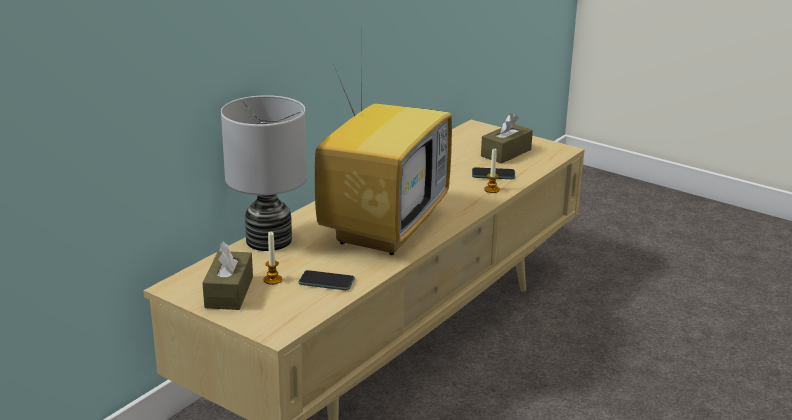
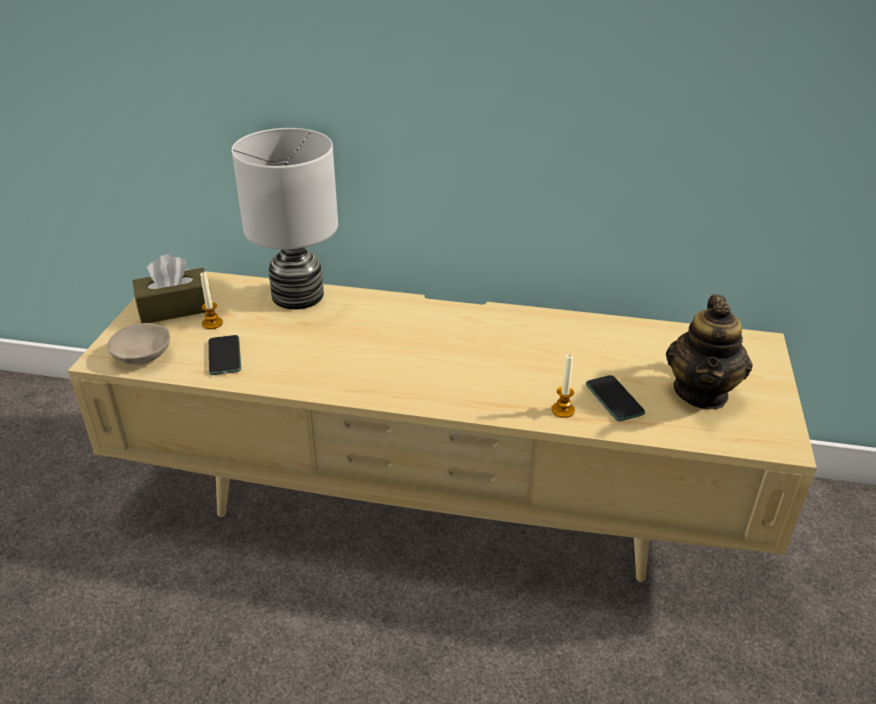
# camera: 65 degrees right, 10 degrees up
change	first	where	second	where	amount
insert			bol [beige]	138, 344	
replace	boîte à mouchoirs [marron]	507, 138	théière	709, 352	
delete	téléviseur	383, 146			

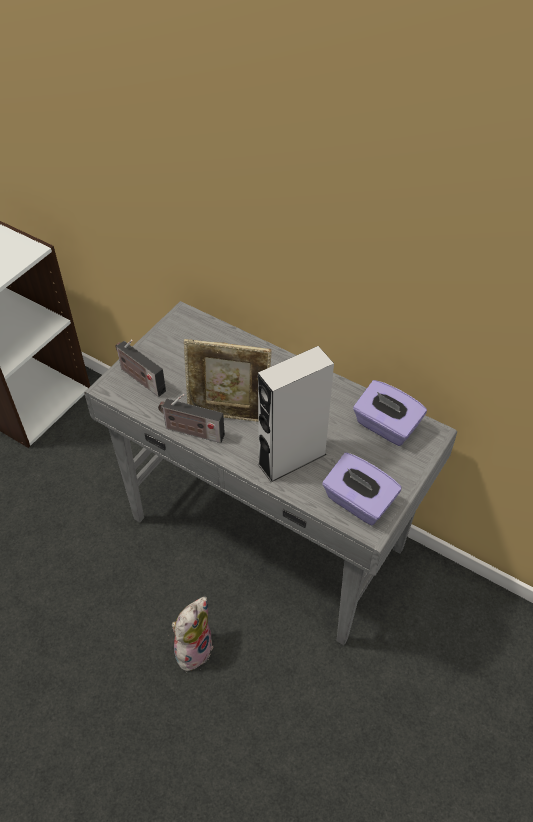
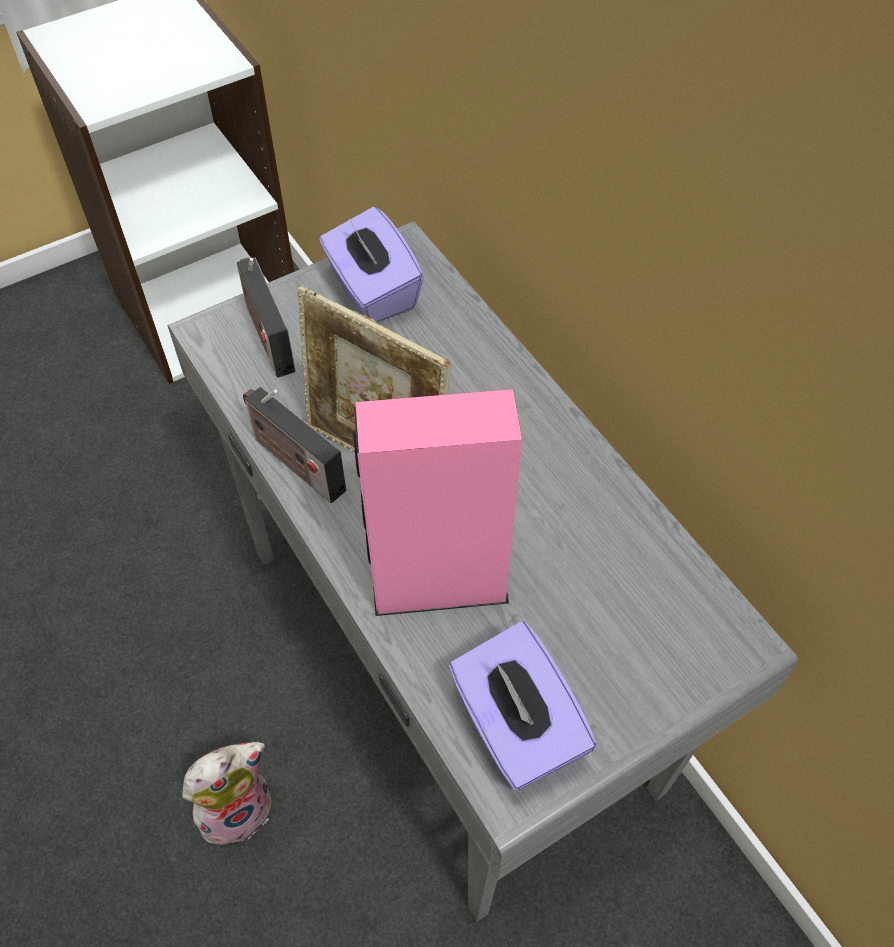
# camera: 25 degrees right, 5 degrees up
change	first	where	second	where	amount
move	boîte à mouchoirs [violet]	390, 413		371, 264	
recolor	enceinte [gris]	296, 414	enceinte [rose]	438, 502	

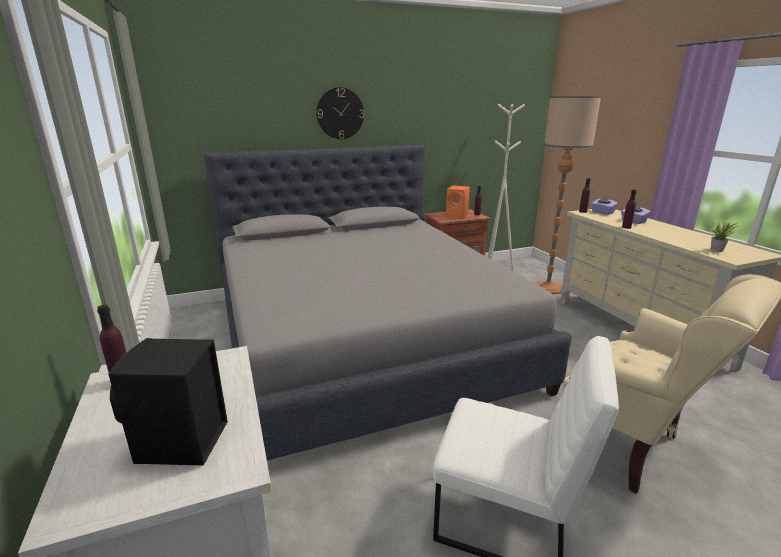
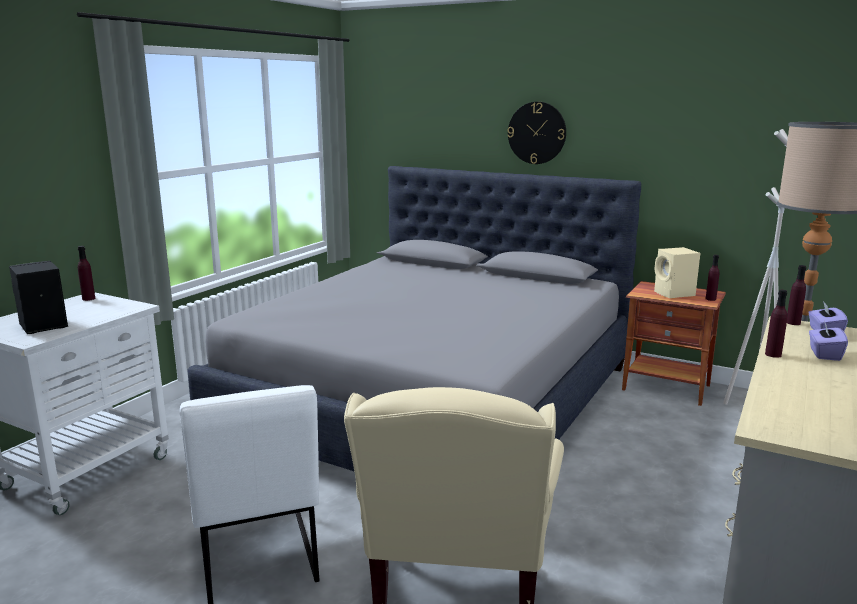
# camera: 50 degrees right, 5 degrees down
change	first	where	second	where	amount
recolor	enceinte [orange]	458, 202	enceinte [beige]	677, 272	
delete	plante en pot	723, 235			

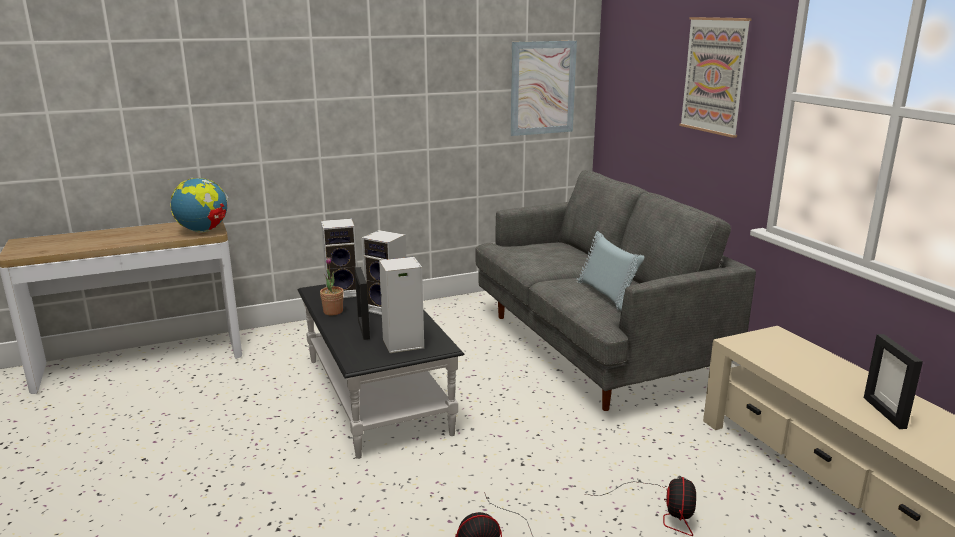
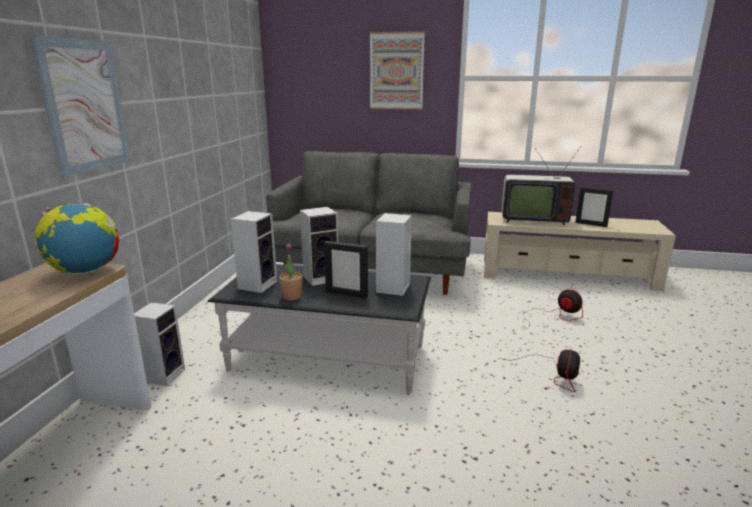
# camera: 55 degrees left, 0 degrees up
change	first	where	second	where	amount
move	tableau	543, 88		80, 106	
insert			enceinte	159, 344	
insert			téléviseur	541, 185	
delete	coussin [bleu]	610, 271			

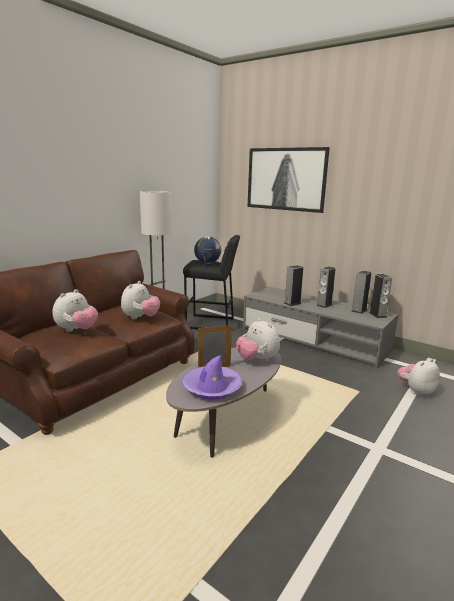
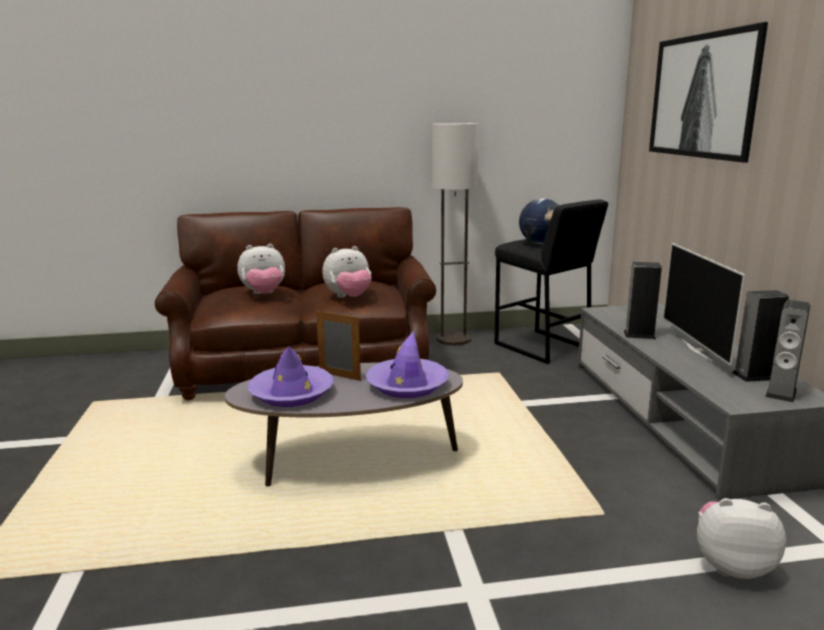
# camera: 45 degrees right, 0 degrees up
change	first	where	second	where	amount
replace	peluche	258, 340	chapeau [violet]	407, 364	
replace	enceinte	325, 287	téléviseur	704, 304	

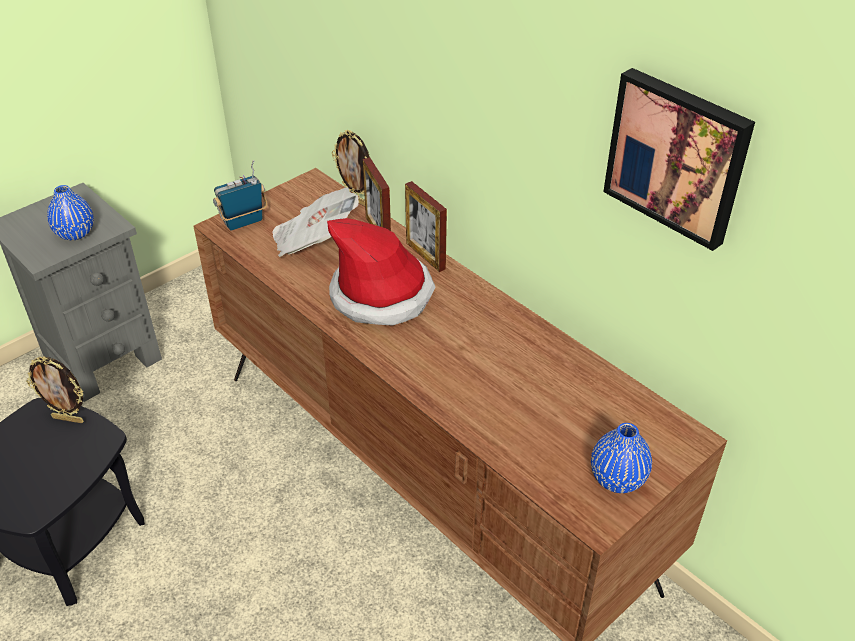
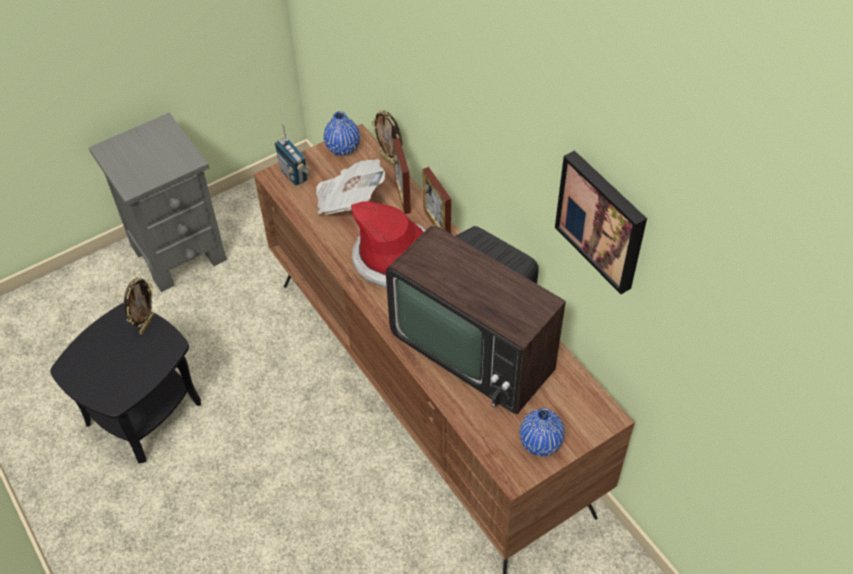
# camera: 10 degrees right, 10 degrees up
change	first	where	second	where	amount
rotate	cadre photo	55, 390		139, 306	90 degrees counterclockwise
rotate	radio	240, 195		293, 155	105 degrees counterclockwise
move	vase [bleu]	70, 212		342, 133	
insert			téléviseur	476, 319	

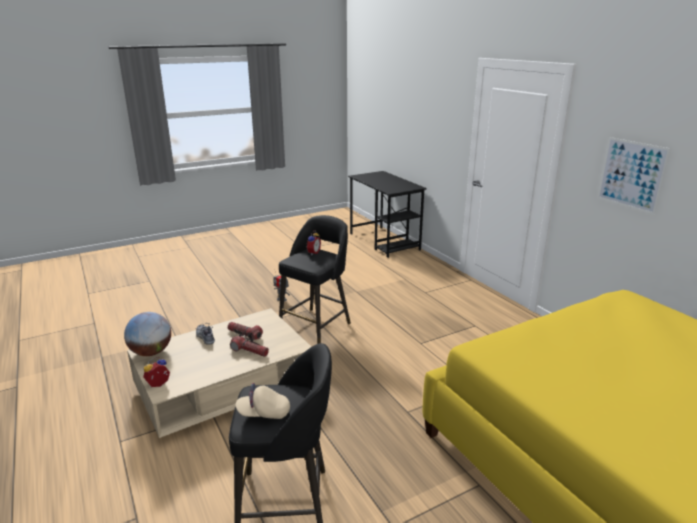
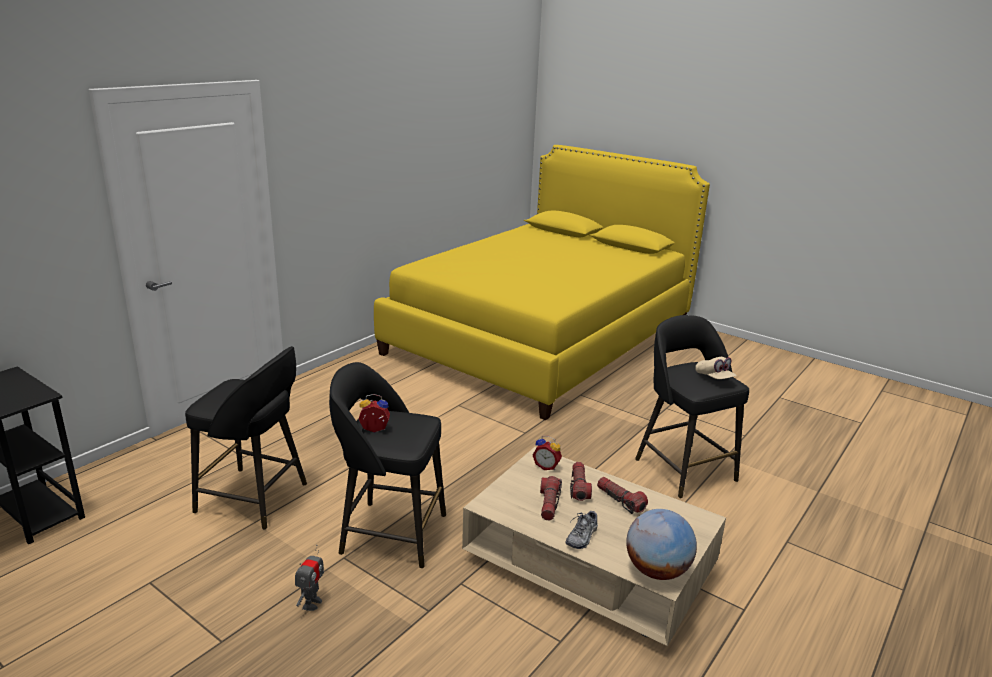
# camera: 115 degrees left, 0 degrees up
change	first	where	second	where	amount
insert			tabouret [noir]	246, 437	
move	réveil	156, 372		547, 453	
insert			lampe de poche	622, 495	
delete	tableau	634, 176			

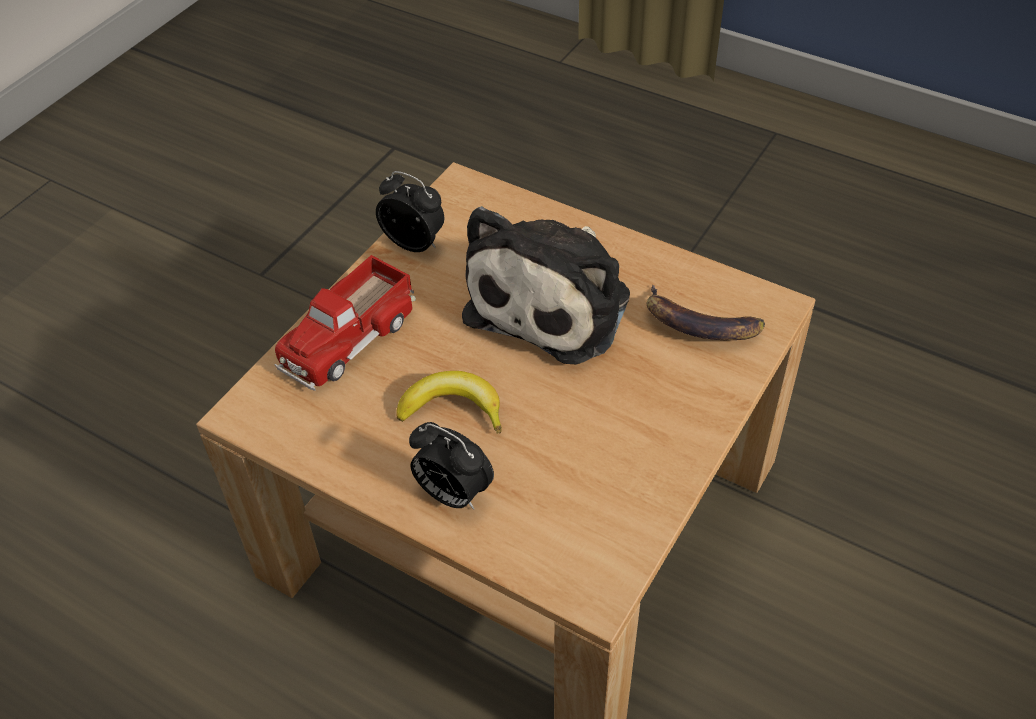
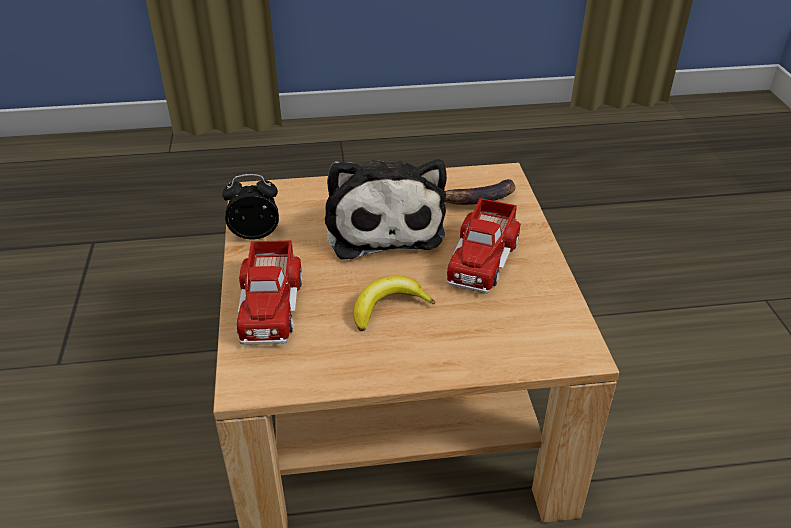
# camera: 40 degrees left, 10 degrees down
change	first	where	second	where	amount
insert			camion jouet	484, 245	
delete	réveil	451, 465			

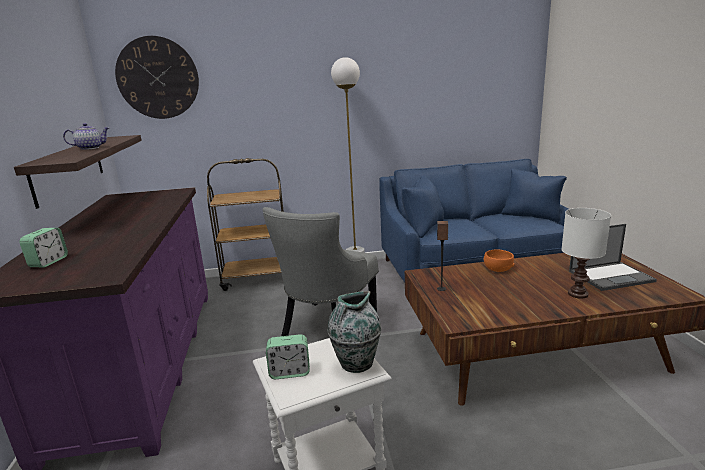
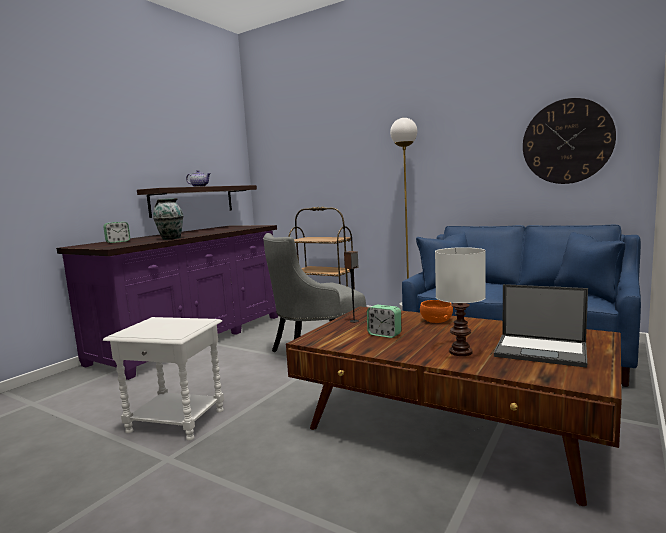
# camera: 40 degrees right, 10 degrees down
change	first	where	second	where	amount
move	vase	354, 332		168, 219	
move	réveil	288, 356		384, 321	
move	horloge murale	157, 77		569, 141	

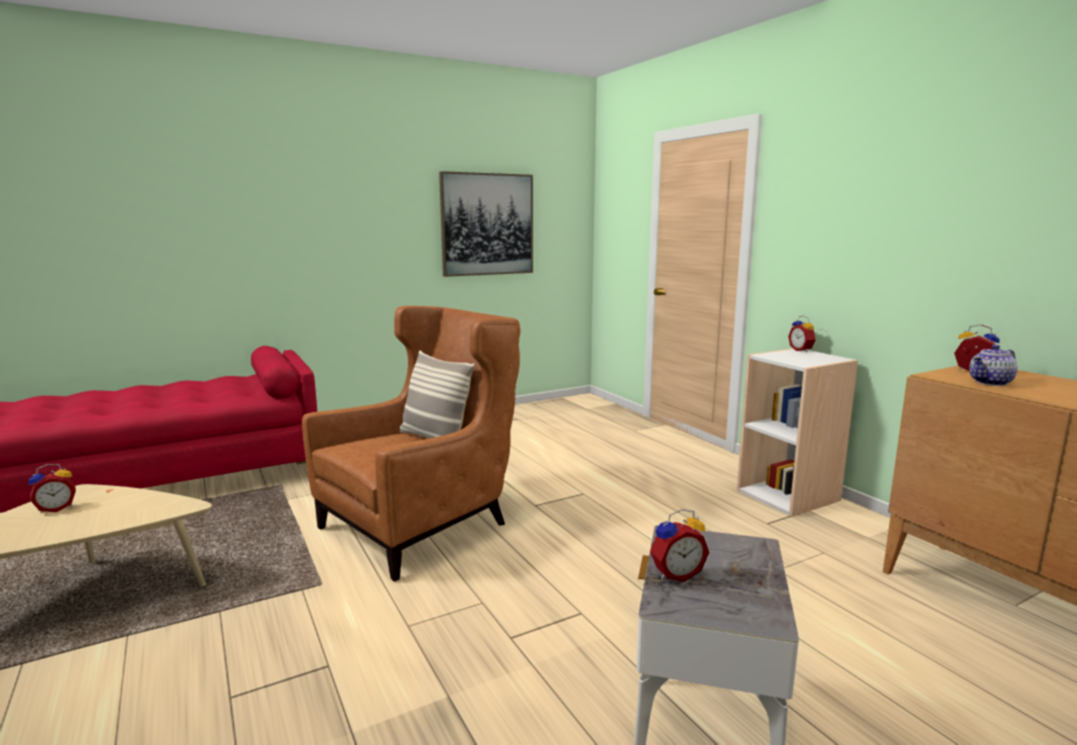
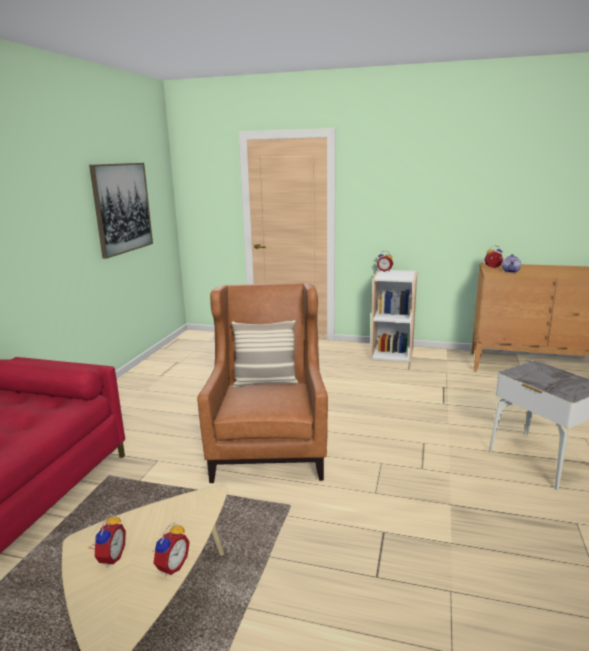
# camera: 45 degrees left, 5 degrees up
change	first	where	second	where	amount
move	réveil	679, 545		171, 549	

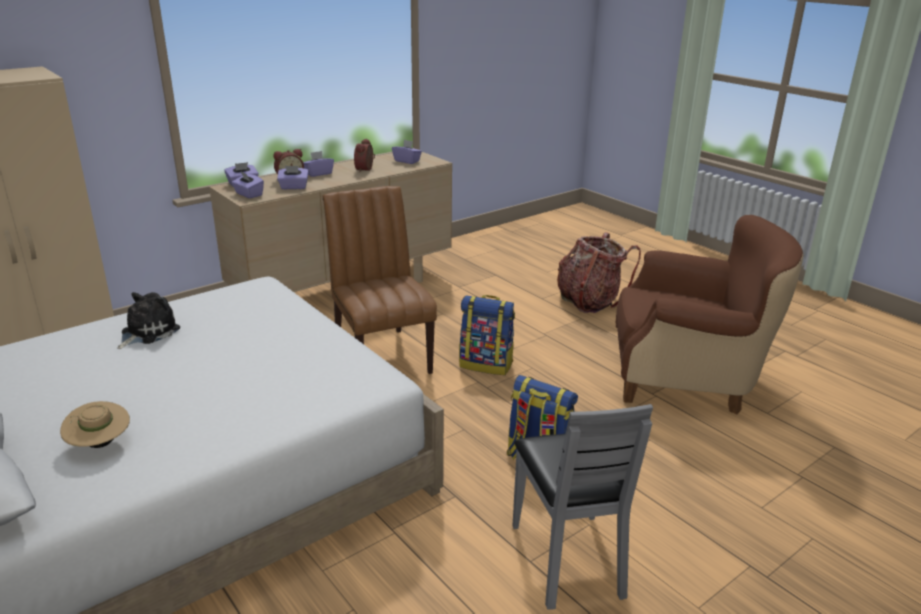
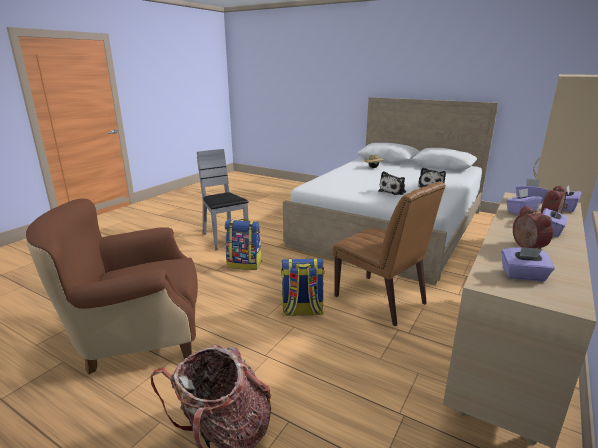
# camera: 160 degrees right, 5 degrees down
change	first	where	second	where	amount
insert			peluche	392, 183	

